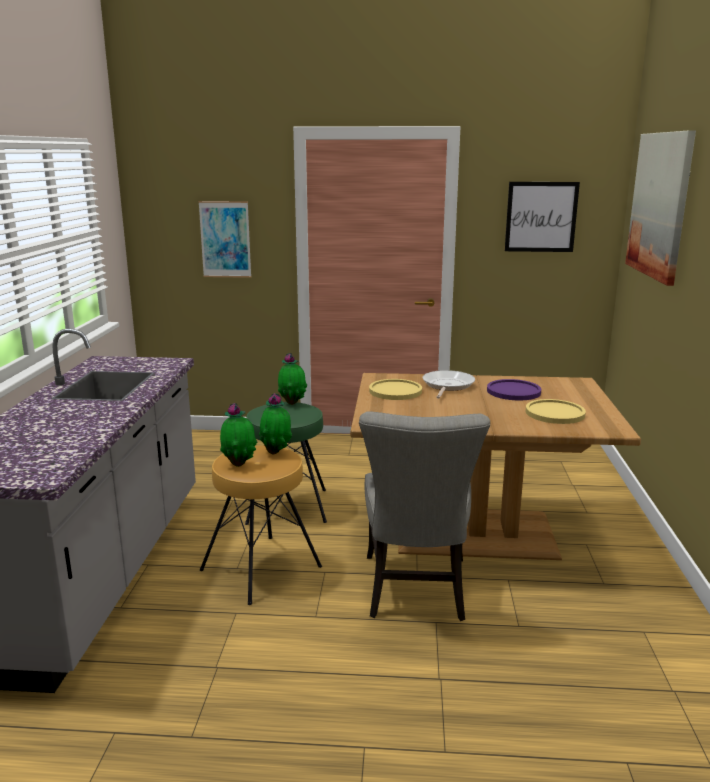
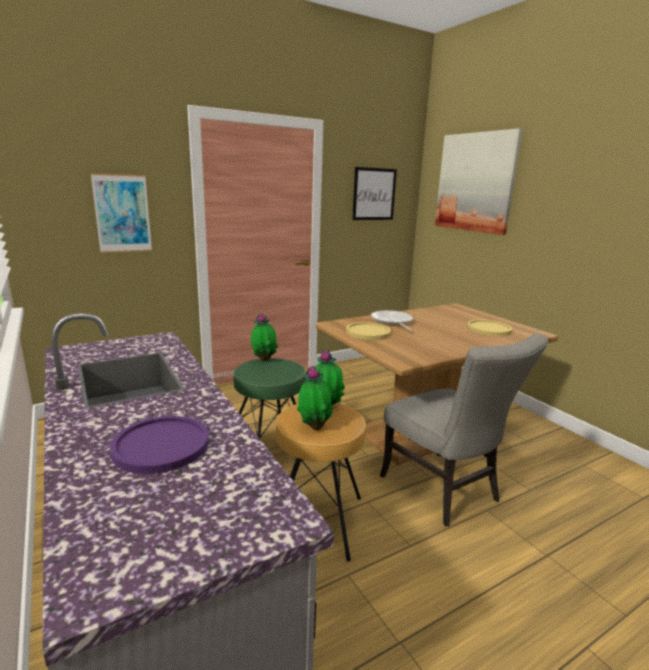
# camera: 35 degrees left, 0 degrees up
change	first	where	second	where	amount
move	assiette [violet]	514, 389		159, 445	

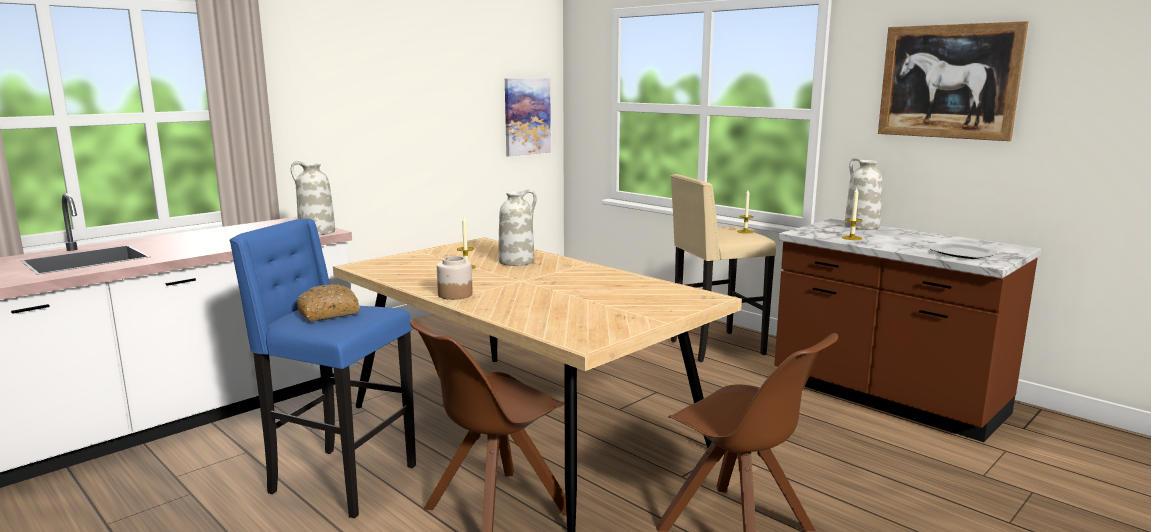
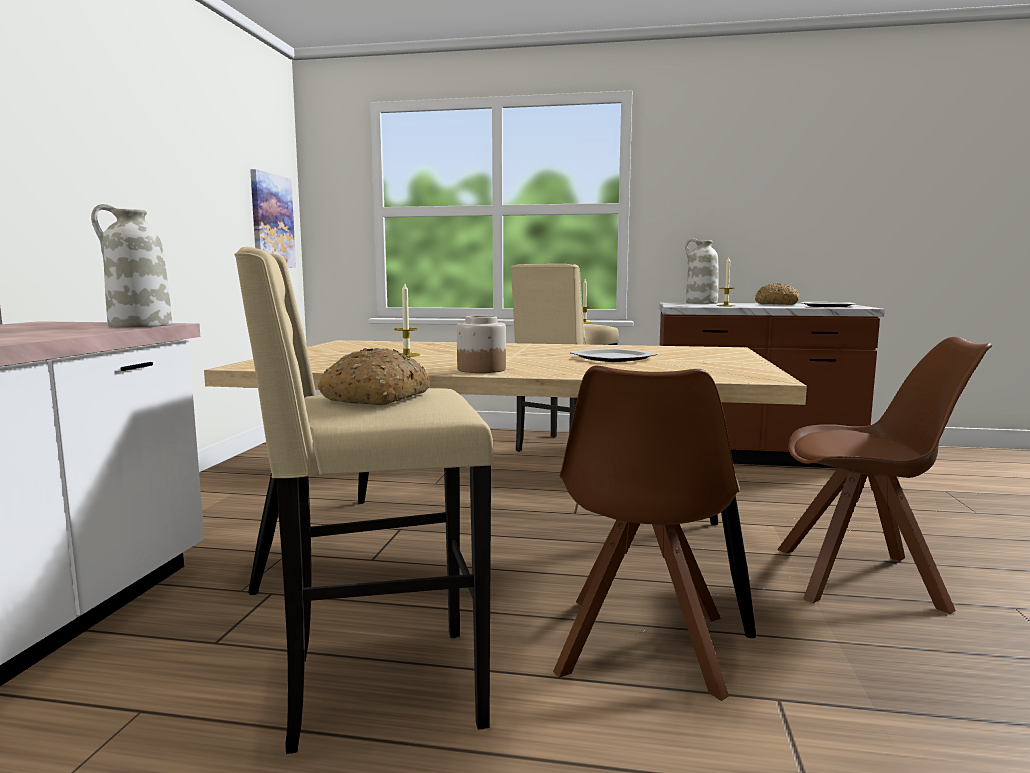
# camera: 35 degrees left, 5 degrees down
change	first	where	second	where	amount
recolor	tabouret [bleu]	322, 369	tabouret [beige]	364, 500	
insert			assiette	614, 355	
insert			pain	777, 294	
delete	vase [blanc]	518, 227			
delete	tableau	953, 81			

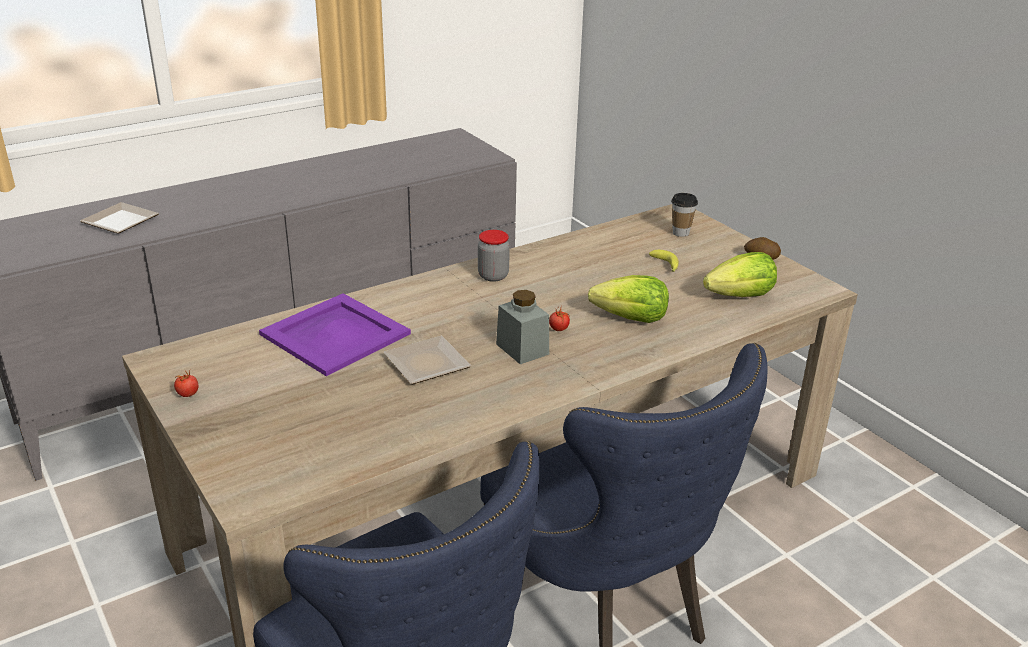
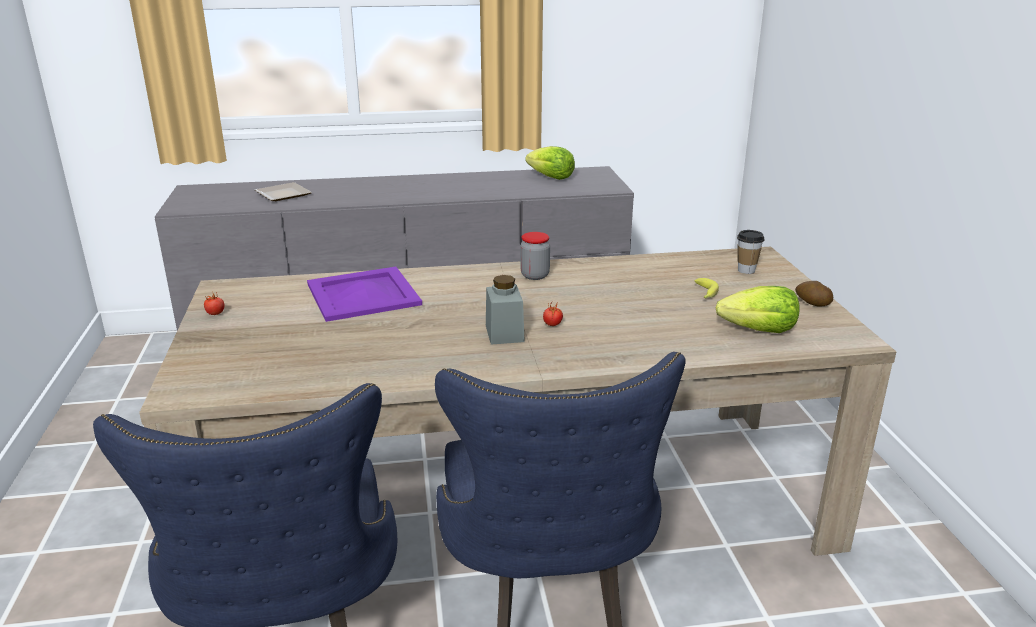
# camera: 25 degrees right, 5 degrees down
change	first	where	second	where	amount
move	laitue	628, 299		550, 163	
delete	assiette	428, 360			

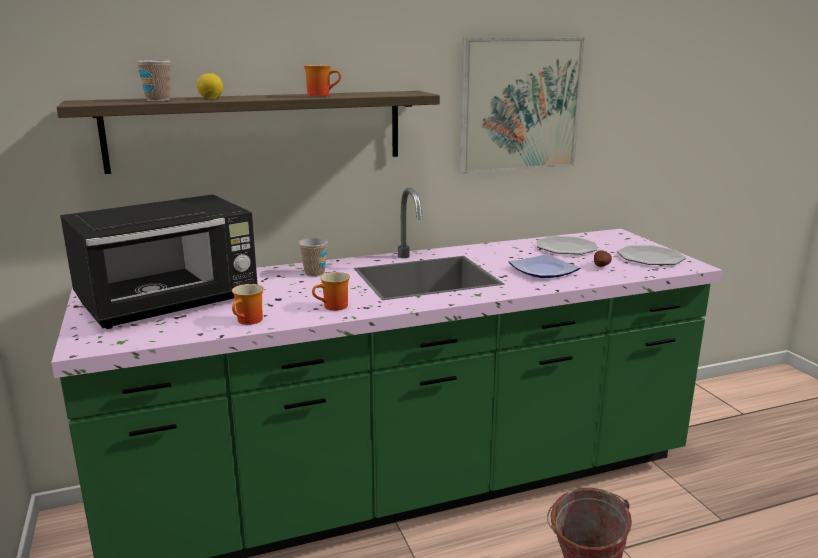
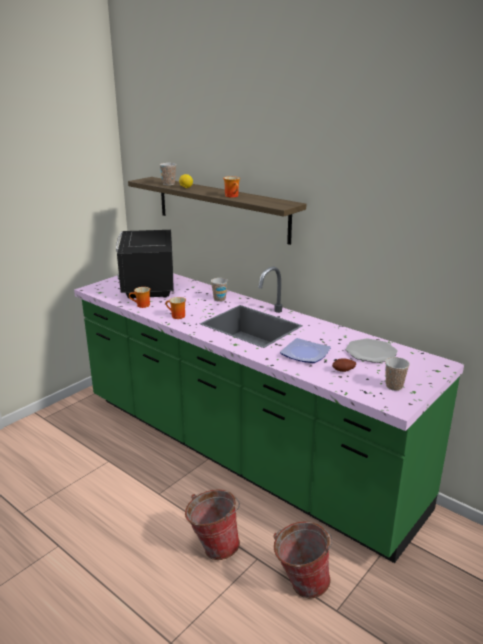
# camera: 60 degrees right, 5 degrees up
change	first	where	second	where	amount
rotate	micro-ondes [noir]	158, 261		145, 264	60 degrees clockwise
insert			seau	303, 559	
replace	assiette	651, 255	tasse	397, 374	
delete	tableau	522, 106			

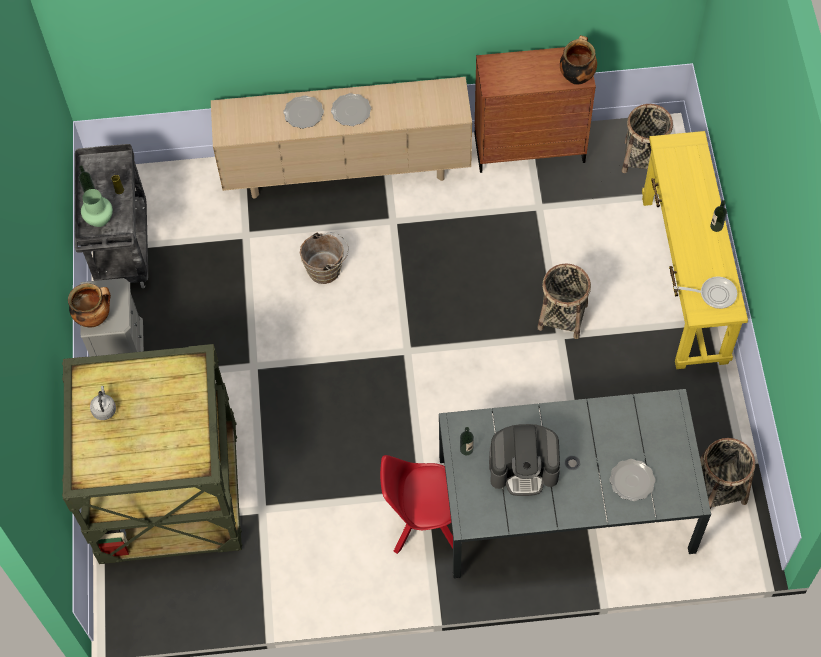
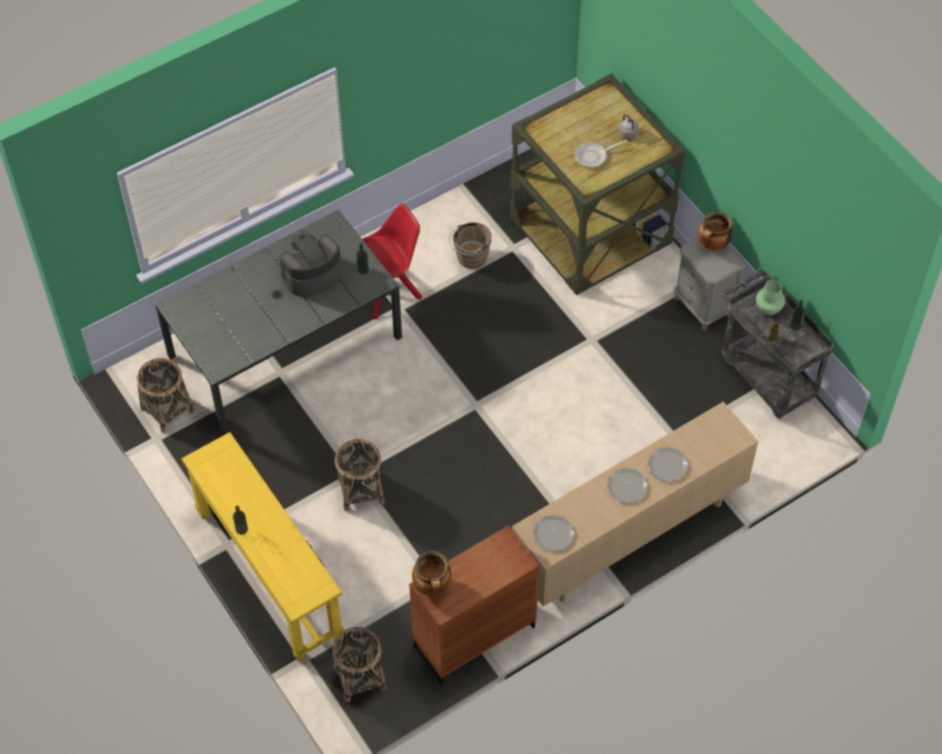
# camera: 150 degrees right, 5 degrees down
change	first	where	second	where	amount
move	seau [marron]	324, 258		470, 245	
move	assiette	632, 480		554, 533	
move	poêle	705, 293		601, 154	

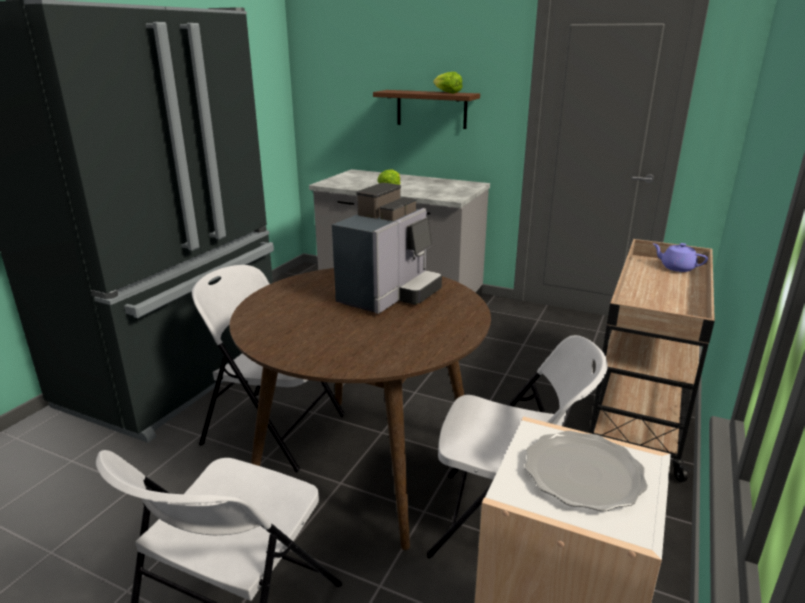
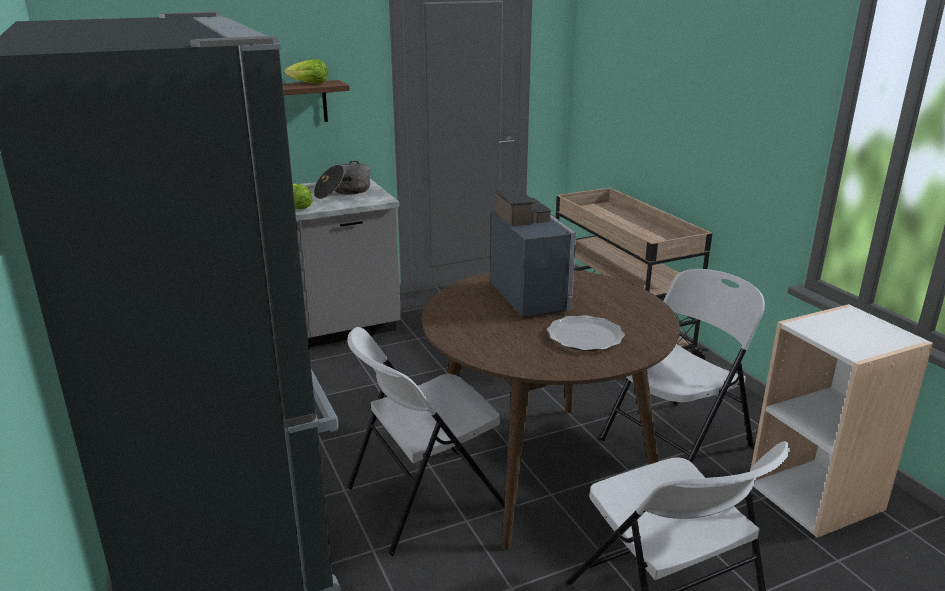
# camera: 50 degrees left, 0 degrees up
change	first	where	second	where	amount
insert			marmite	342, 180	
move	assiette	586, 471		586, 333	
delete	théière [violet]	680, 257			

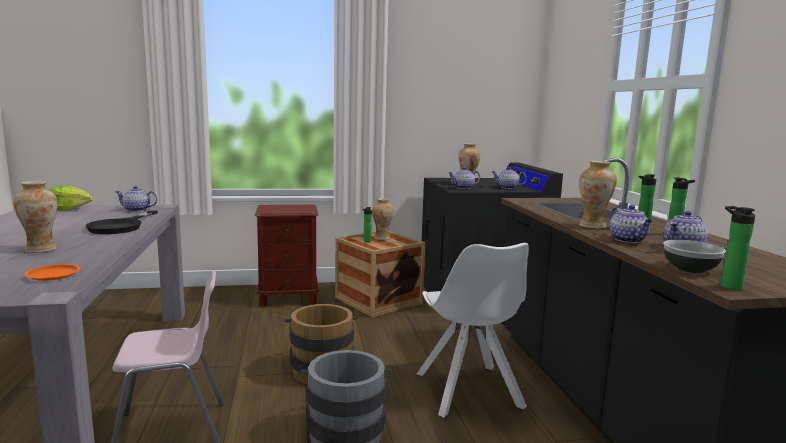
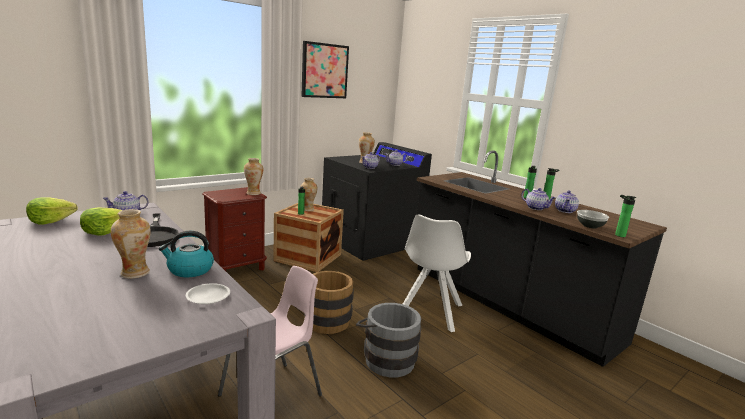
# camera: 30 degrees left, 5 degrees up
change	first	where	second	where	amount
insert			laitue	101, 221	
insert			bouilloire	186, 254	
recolor	assiette [orange]	52, 272	assiette [blanc]	208, 293	
move	vase	598, 195		253, 176	
insert			tableau	325, 69	
rotate	chaise [blanc]	473, 330		437, 273	60 degrees clockwise

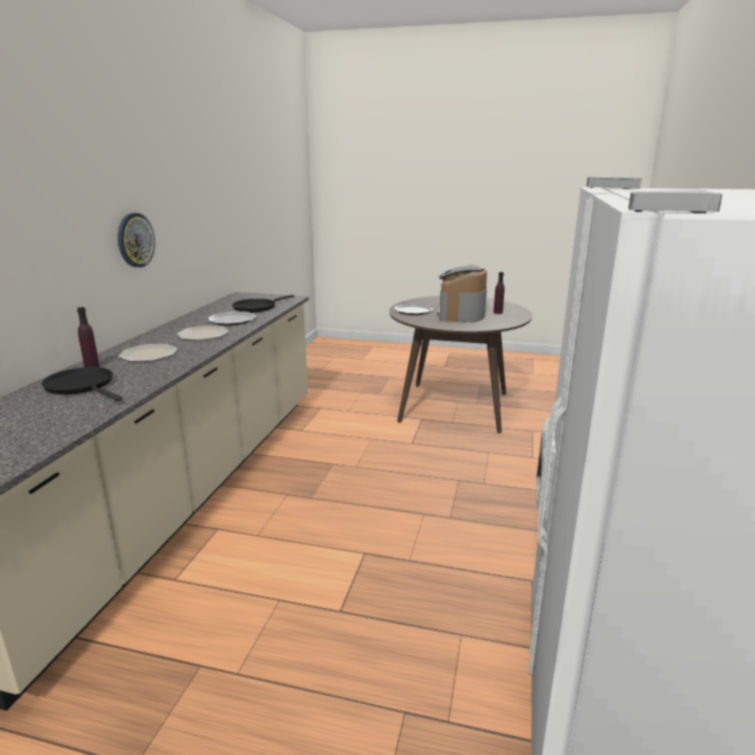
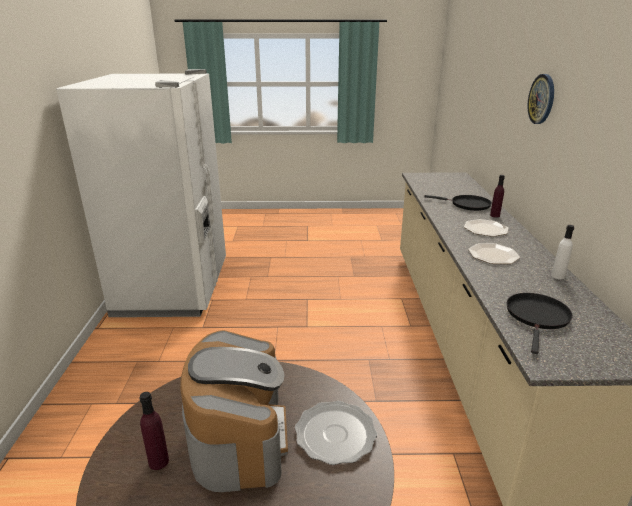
# camera: 165 degrees right, 5 degrees up
change	first	where	second	where	amount
move	horloge murale	136, 240		541, 99	
insert			bouteille [blanc]	562, 252	
delete	assiette	232, 318			

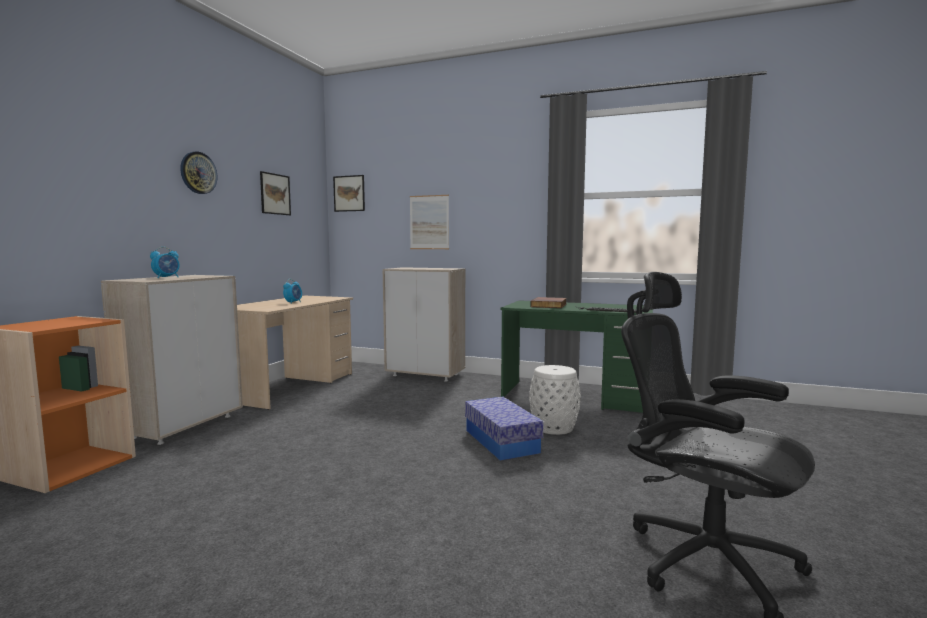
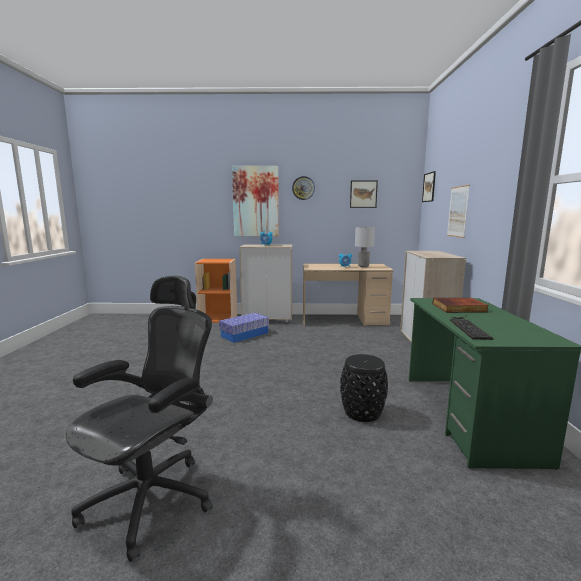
# camera: 70 degrees right, 5 degrees up
change	first	where	second	where	amount
move	boîte de rangement	504, 429		244, 328	
insert			tableau	255, 201	
recolor	tabouret [blanc]	555, 400	tabouret [noir]	364, 388	
insert			lampe de table [gris]	365, 247	

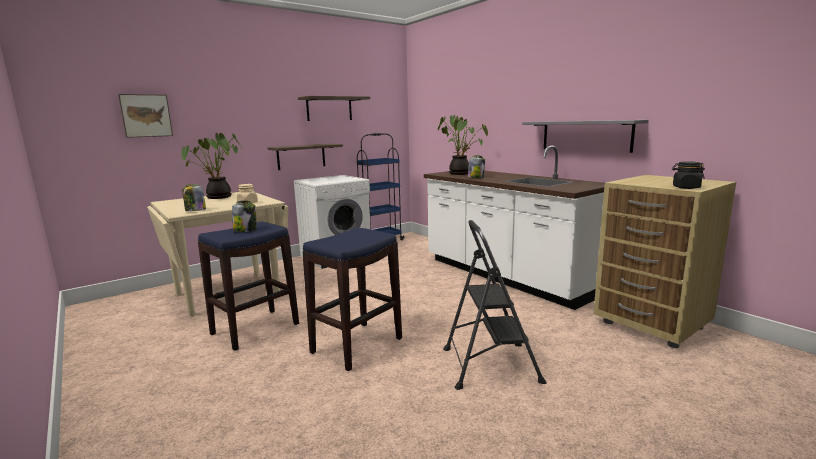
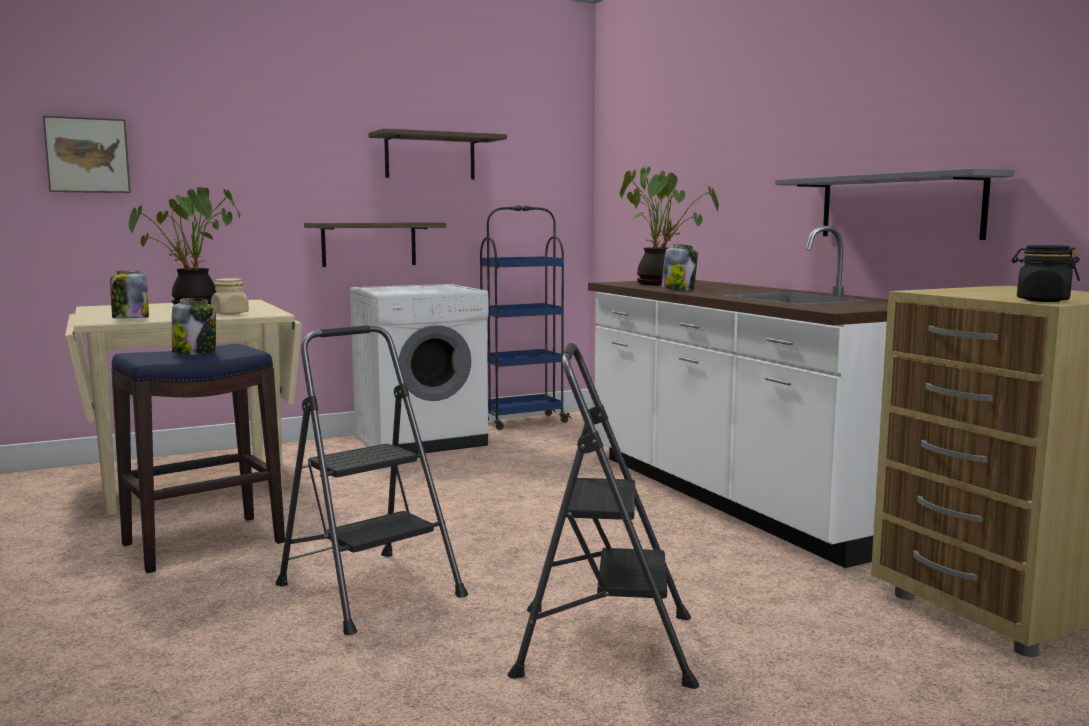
# camera: 10 degrees right, 5 degrees down
change	first	where	second	where	amount
replace	tabouret	352, 299	escabeau [noir]	371, 480	

